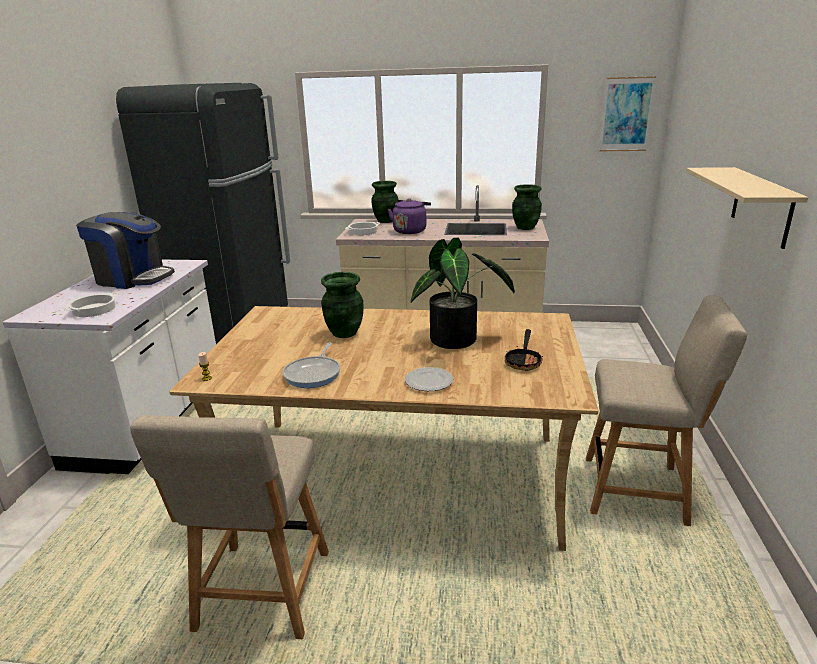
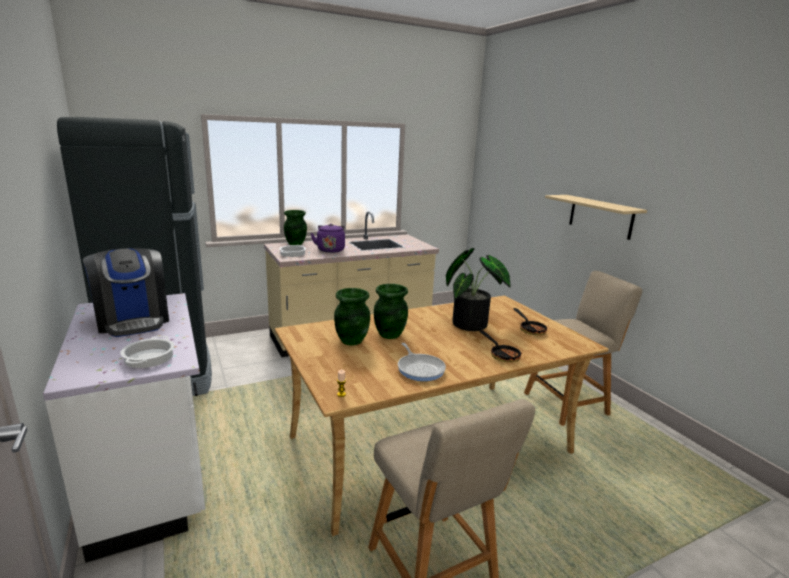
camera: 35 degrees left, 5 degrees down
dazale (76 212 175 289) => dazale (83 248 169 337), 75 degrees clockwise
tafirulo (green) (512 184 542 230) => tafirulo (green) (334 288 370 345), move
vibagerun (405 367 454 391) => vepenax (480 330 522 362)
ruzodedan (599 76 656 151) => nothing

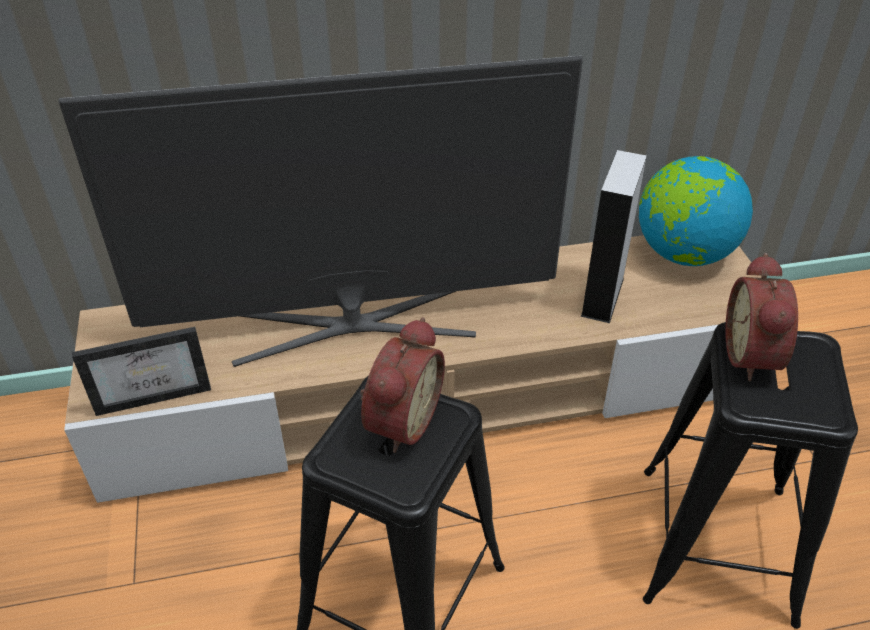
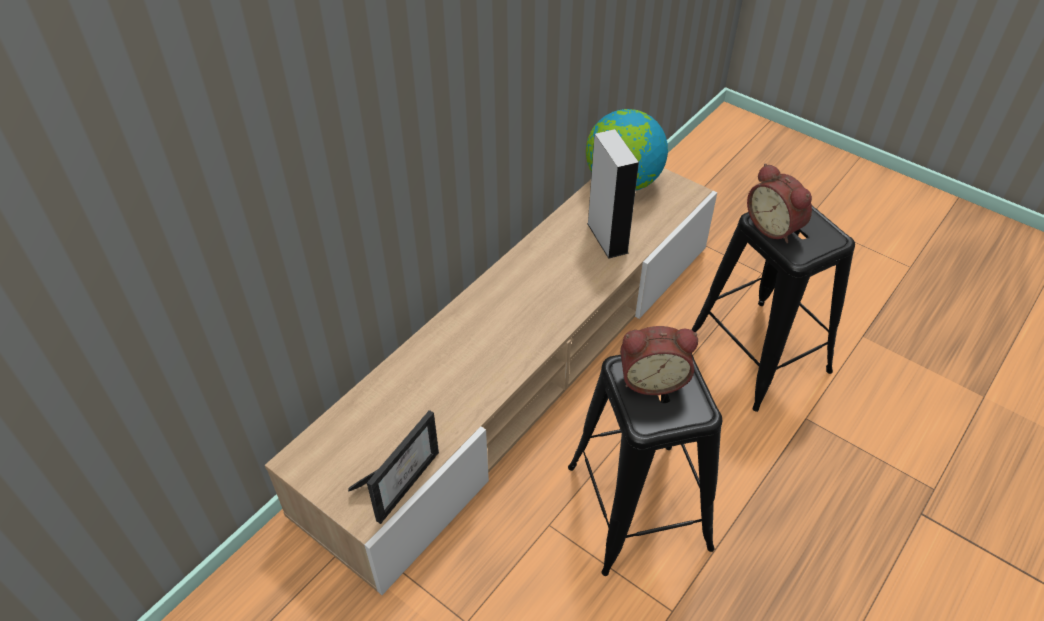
camera: 40 degrees left, 5 degrees up
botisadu (360 317 445 453) => botisadu (620 326 698 395), 105 degrees clockwise
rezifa (58 55 583 367) => nothing

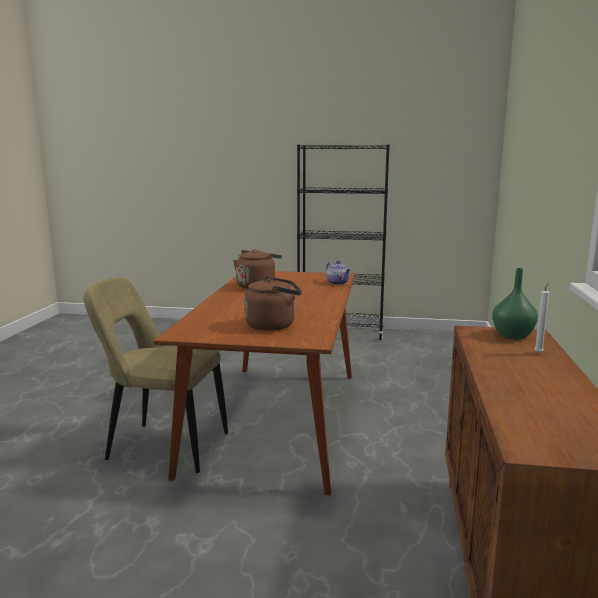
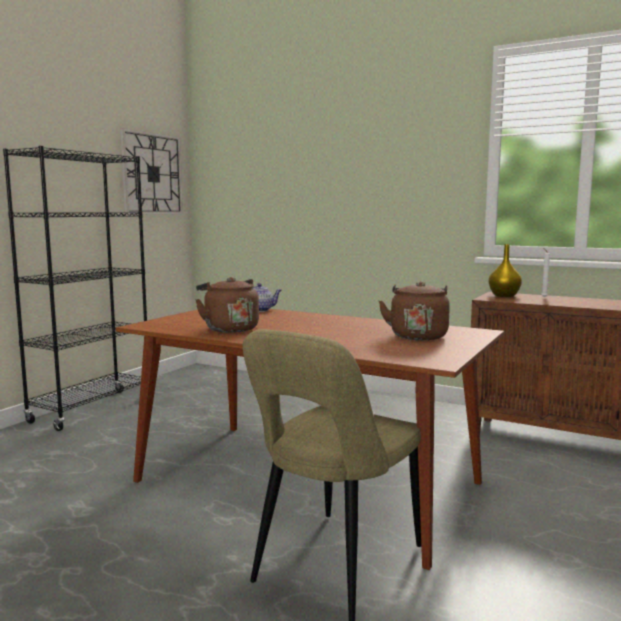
camera: 70 degrees left, 5 degrees down
nothing => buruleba (120 128 183 215)
tafirulo (green) (492 268 538 339) => tafirulo (yellow) (489 244 522 297)

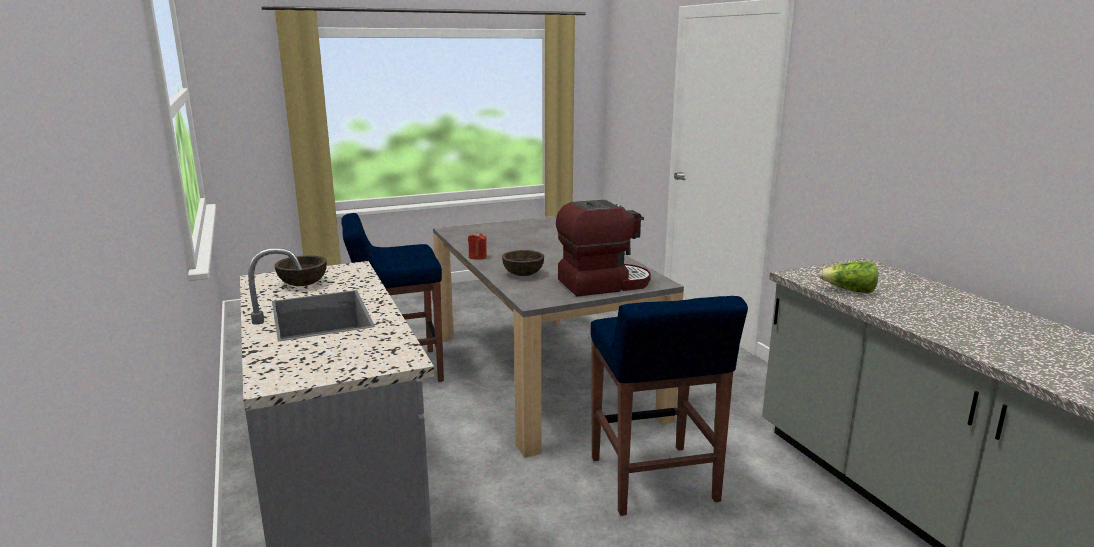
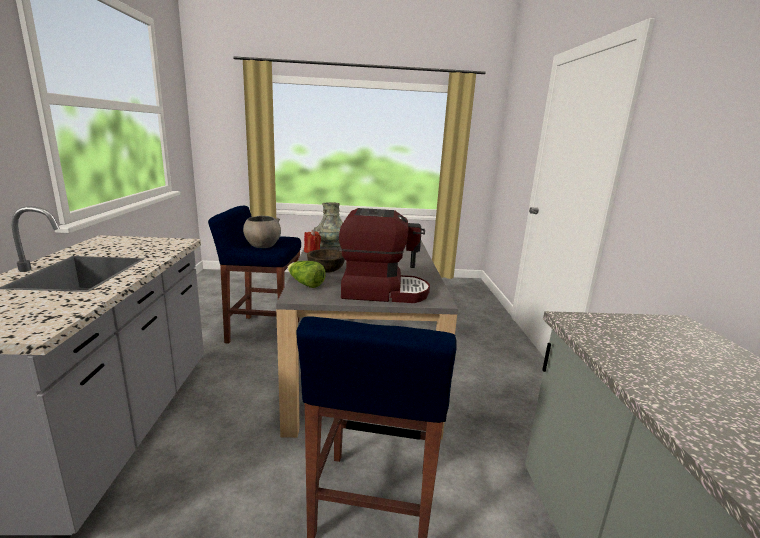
camera: 20 degrees right, 0 degrees up
nothing => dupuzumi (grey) (243 216 281 248)
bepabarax (819 262 878 293) => bepabarax (288 261 326 288), move
nothing => tafirulo (grey) (315 202 343 247)
dupuzumi (brown) (274 255 327 286) => nothing

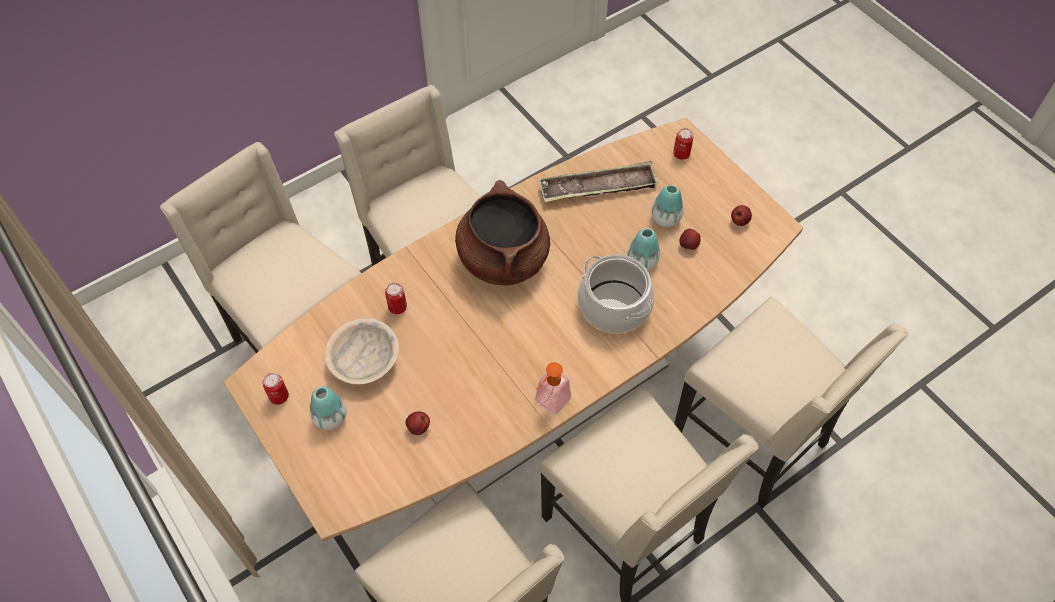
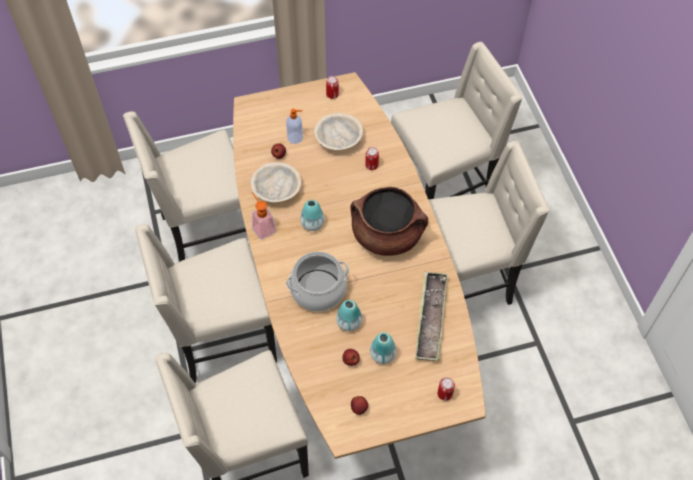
camera: 110 degrees right, 0 degrees up
nothing => dupuzumi (beige) (251 162 301 202)
nothing => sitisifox (286 109 303 144)
tafirulo (310 386 347 430) => tafirulo (300 200 324 231), move

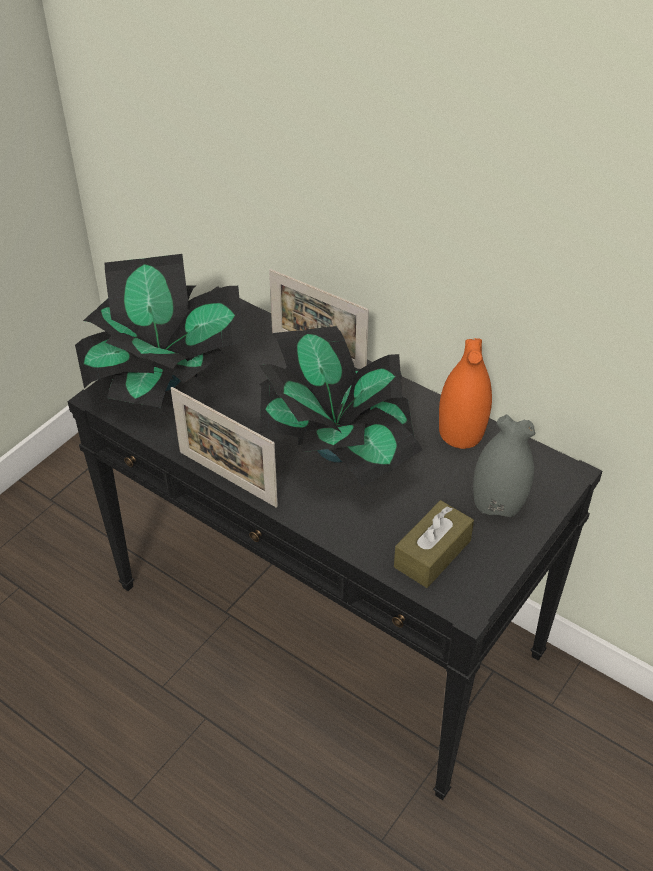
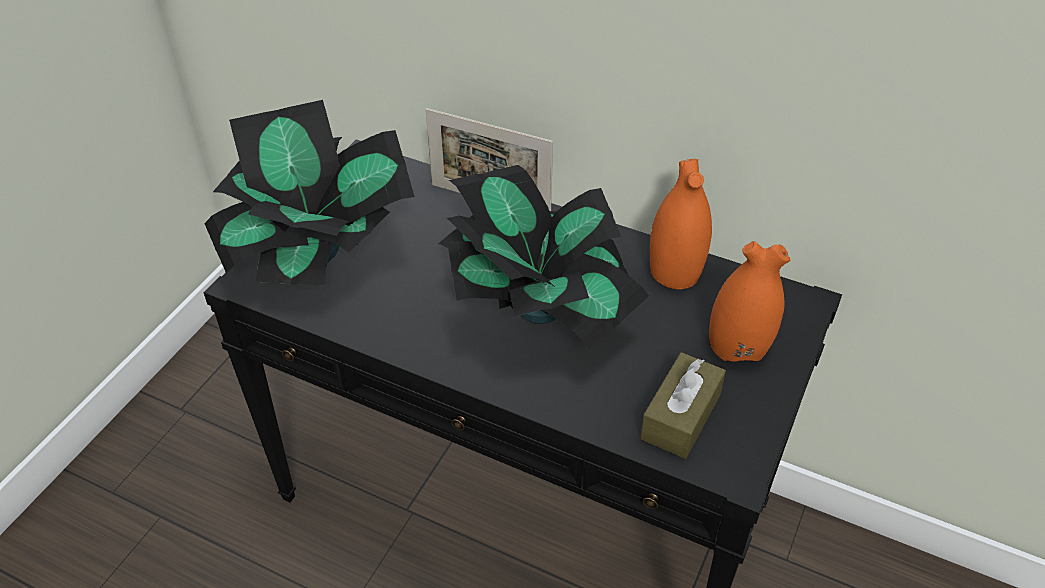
camera: 10 degrees left, 0 degrees up
tafirulo (grey) (473 415 536 517) => tafirulo (orange) (709 241 790 362)
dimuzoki (171 387 278 508) => nothing

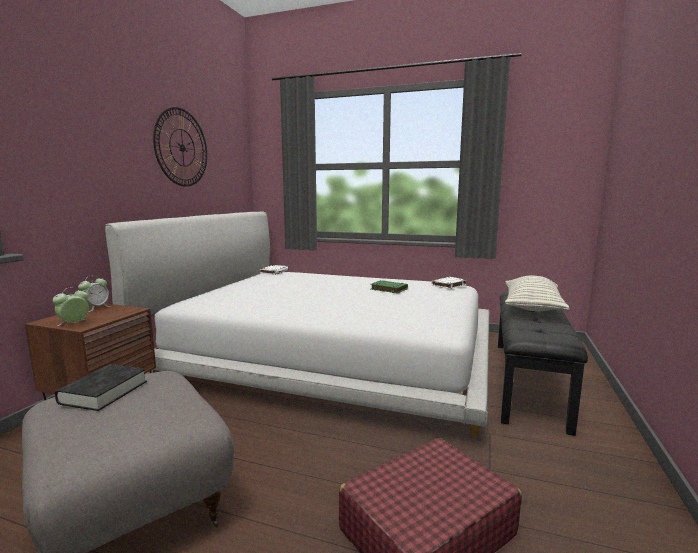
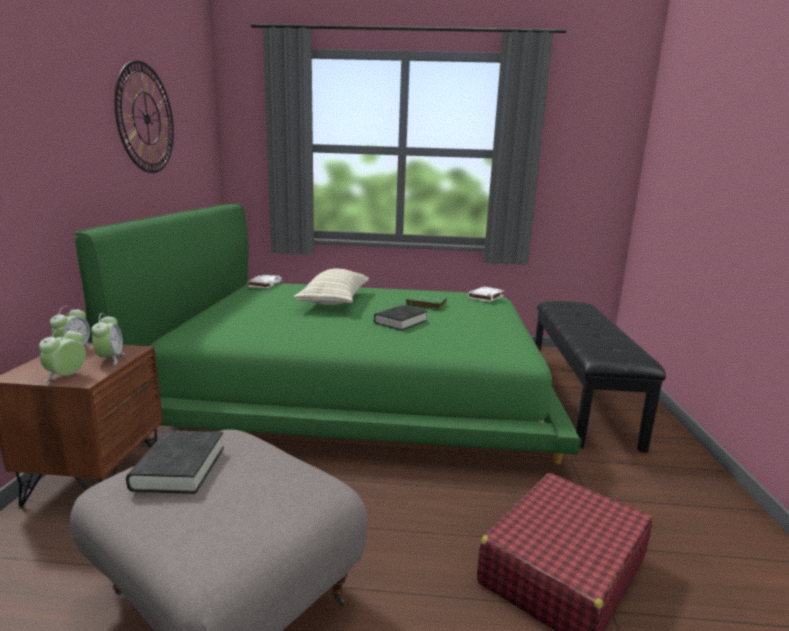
camera: 15 degrees left, 5 degrees up
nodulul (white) (105 211 490 436) => nodulul (green) (74 204 582 464)
nothing => botisadu (91 313 125 365)
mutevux (505 275 570 311) => mutevux (294 269 369 305), move
nothing => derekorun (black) (374 305 428 331)

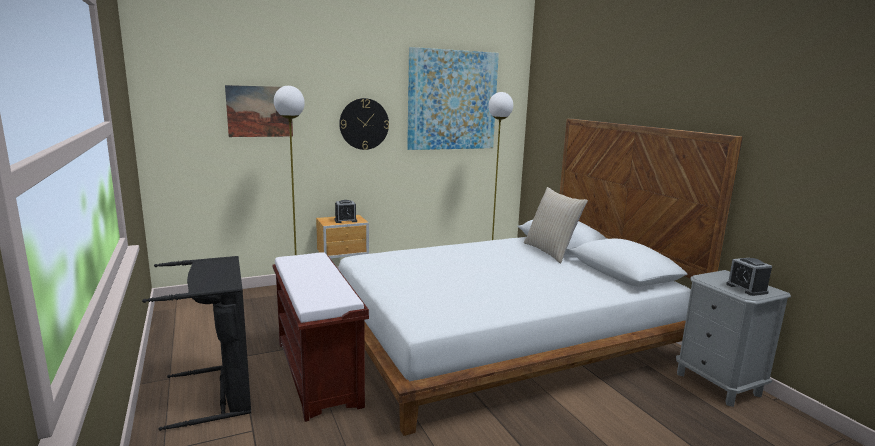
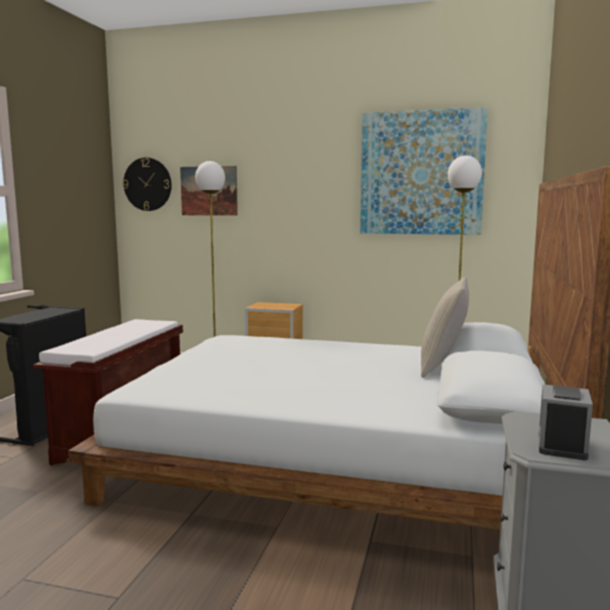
camera: 40 degrees right, 5 degrees down
buruleba (339 98 389 150) => buruleba (123 157 172 211), move
botisadu (335 200 357 223) => nothing

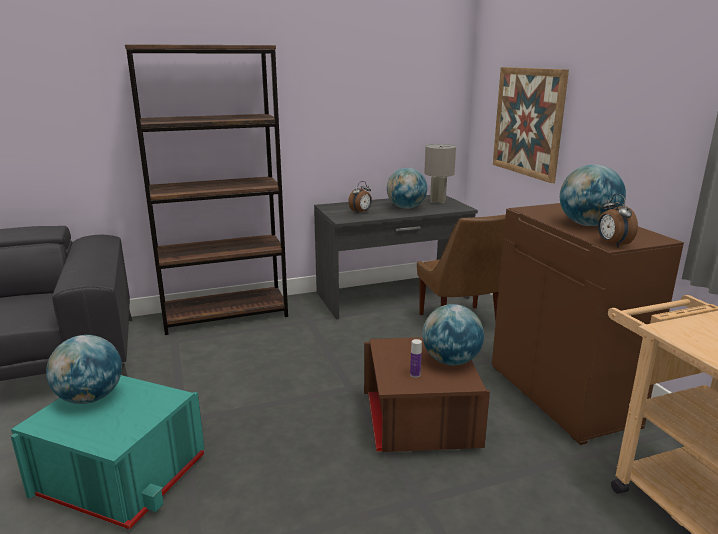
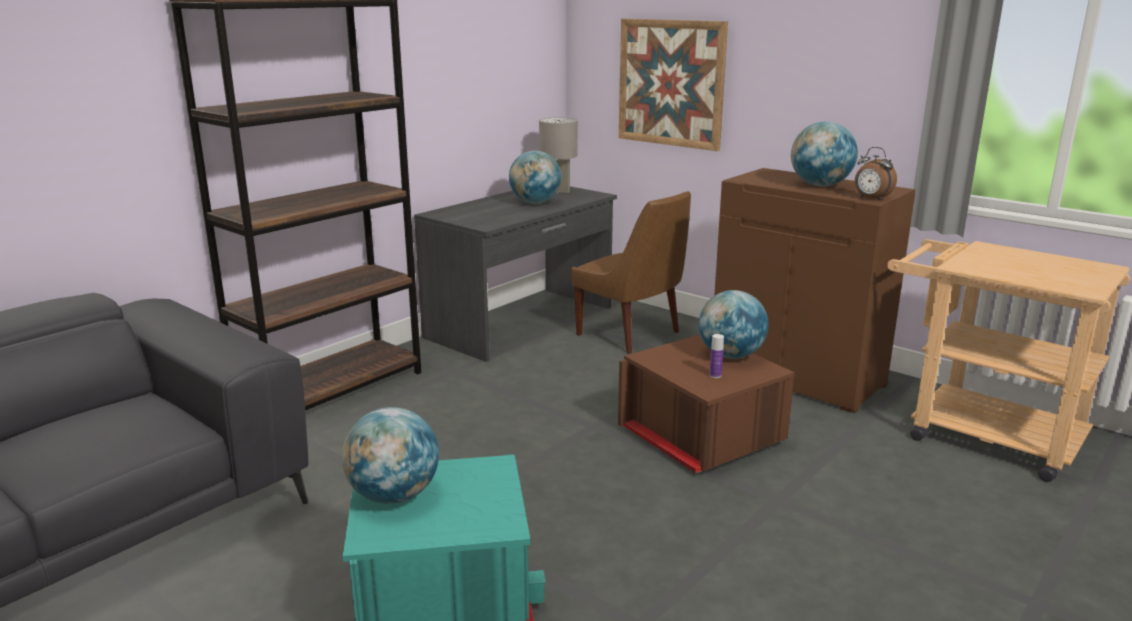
camera: 30 degrees left, 0 degrees up
botisadu (348 181 372 214) => nothing

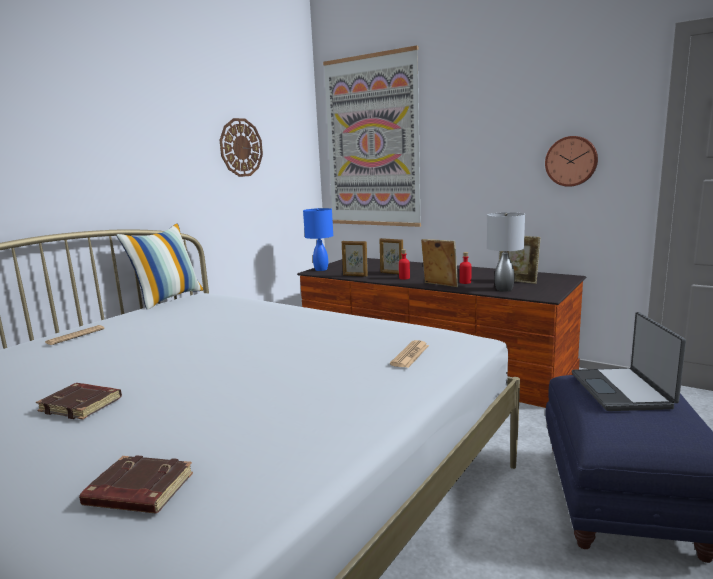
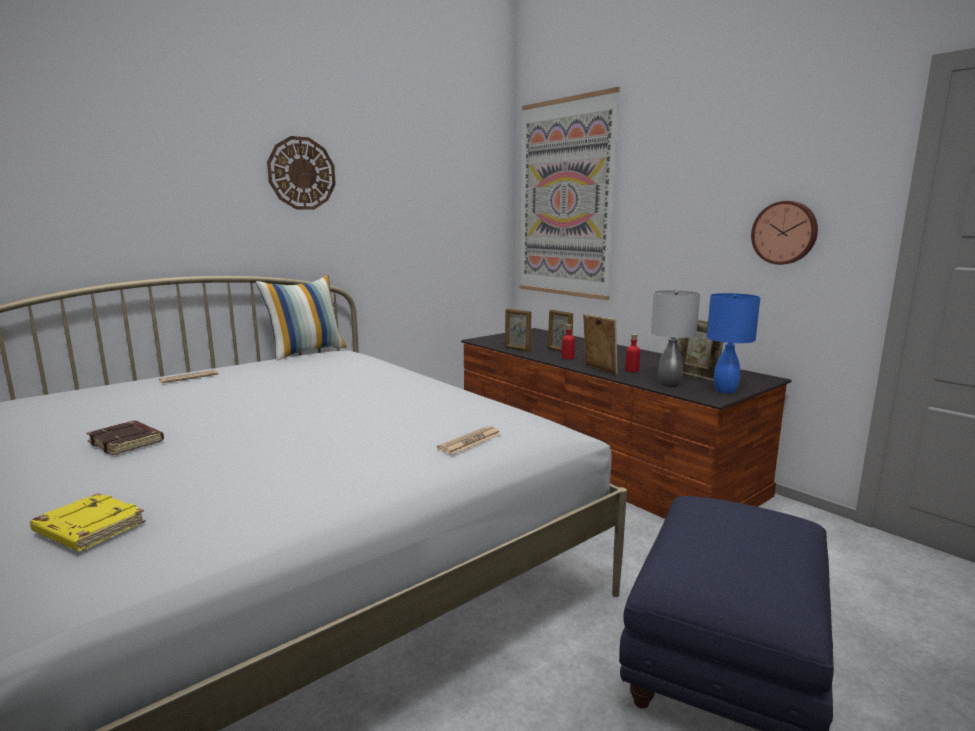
camera: 15 degrees right, 0 degrees up
derekorun (brown) (79 455 193 514) => derekorun (yellow) (30 493 146 551)
buruleba (219 118 263 177) => buruleba (267 136 336 210), move
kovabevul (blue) (303 208 333 271) => kovabevul (blue) (707 293 760 393), move
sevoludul (572 312 686 411) => nothing

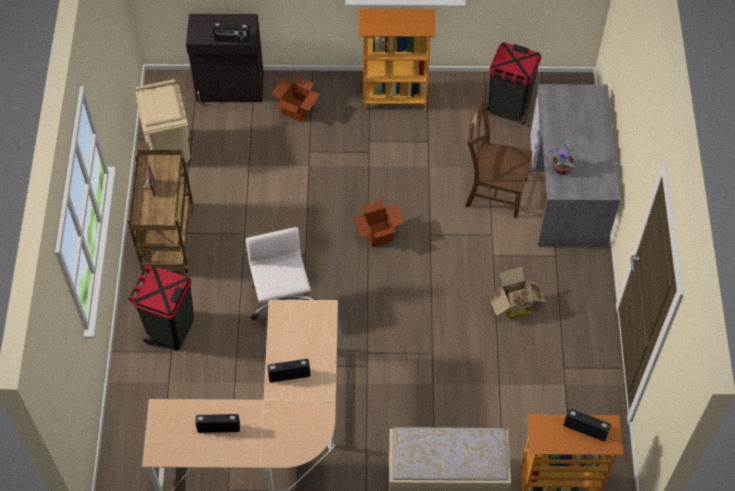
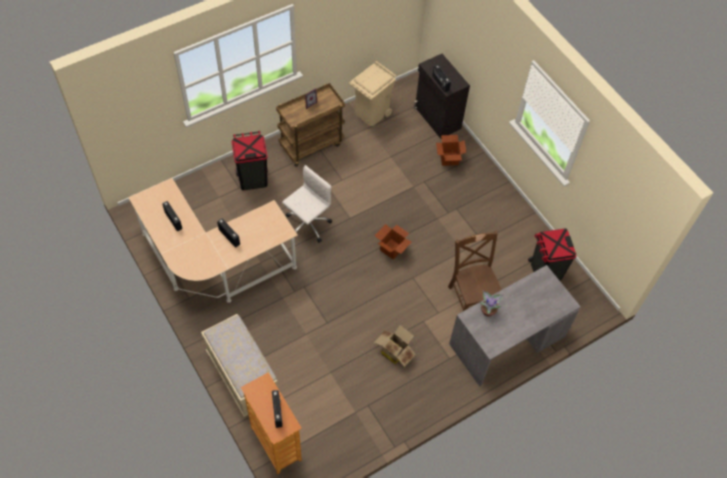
camera: 55 degrees right, 0 degrees up
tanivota (359 9 436 111) => nothing

